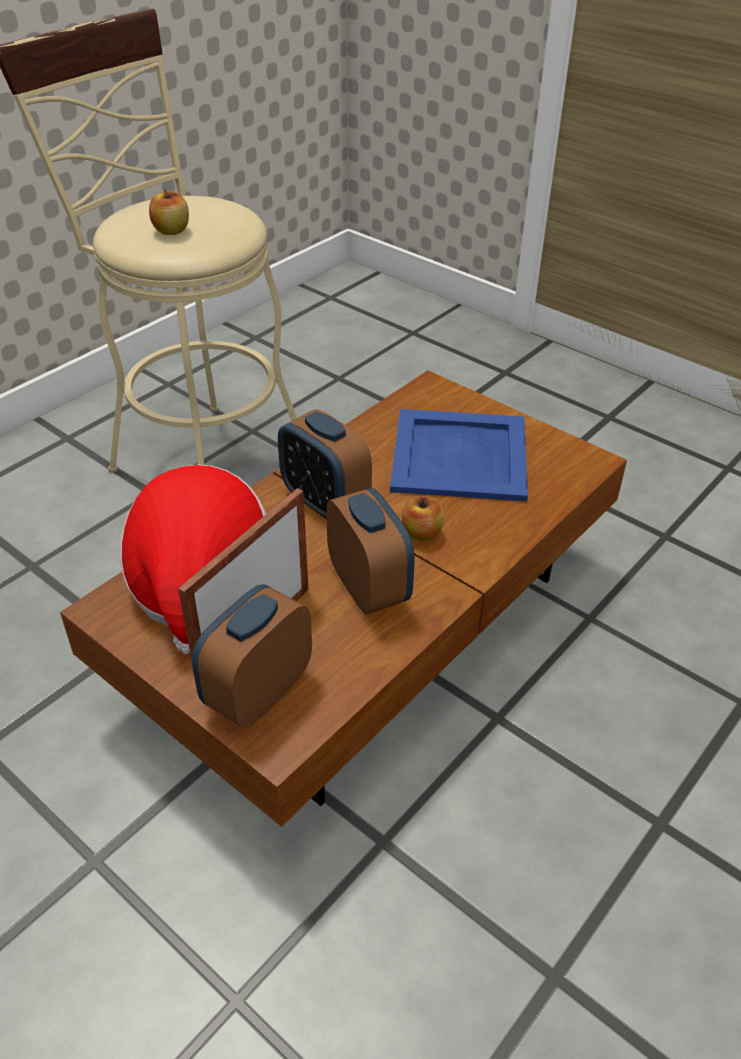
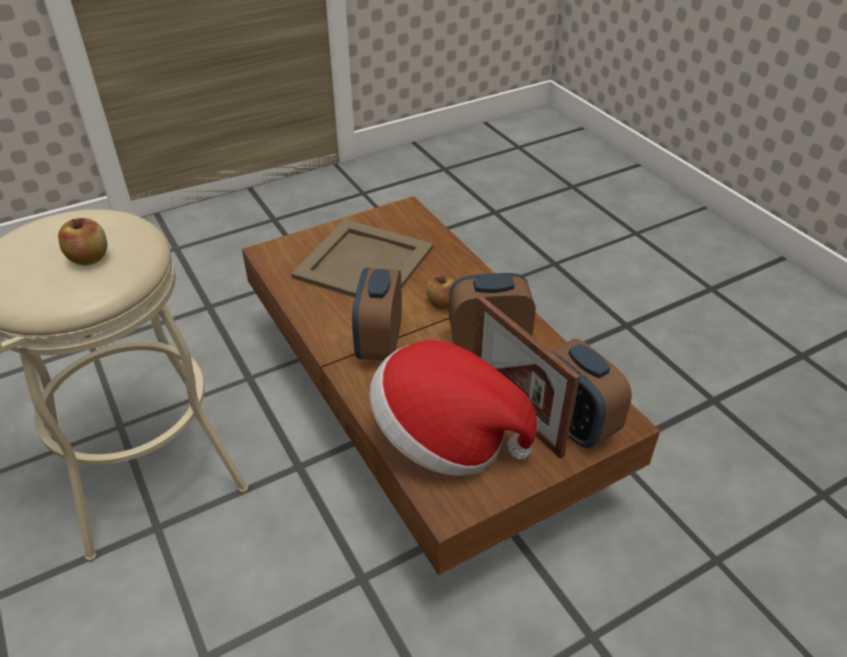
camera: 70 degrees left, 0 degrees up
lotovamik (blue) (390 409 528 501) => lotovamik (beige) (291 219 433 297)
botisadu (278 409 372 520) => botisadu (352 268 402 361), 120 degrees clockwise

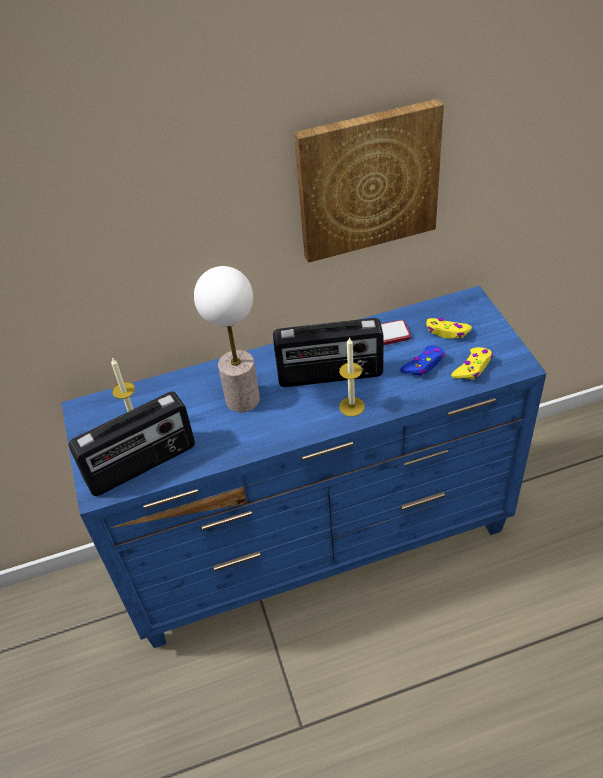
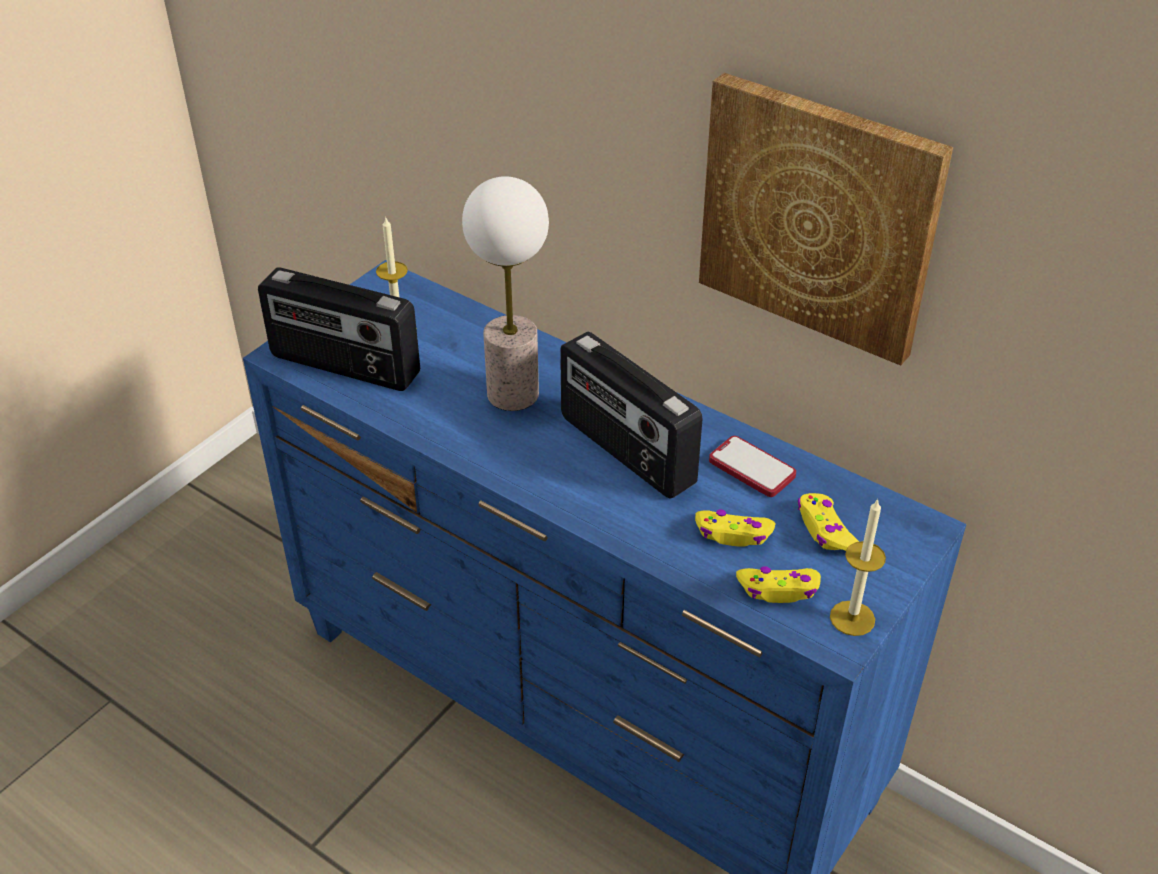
camera: 50 degrees right, 5 degrees down
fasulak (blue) (400 345 445 376) => fasulak (yellow) (695 509 776 547)
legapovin (339 337 365 416) => legapovin (830 498 886 636), move

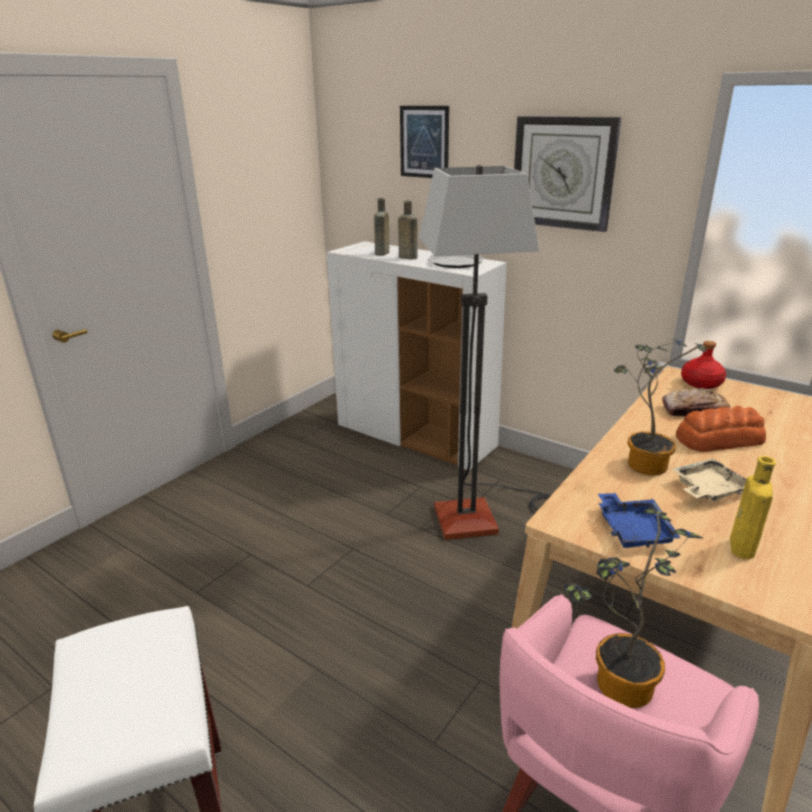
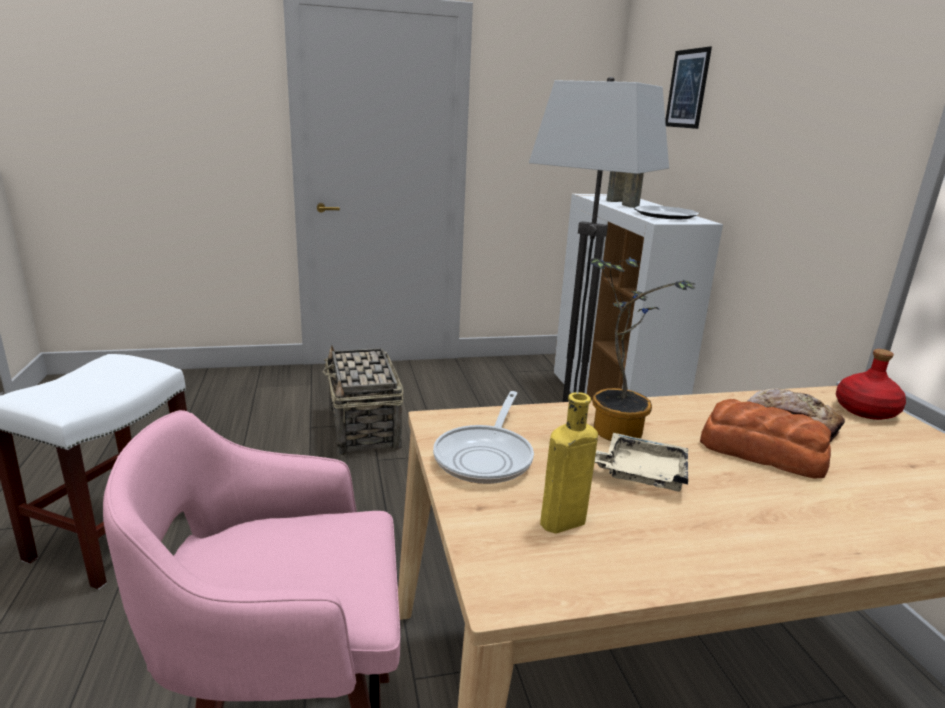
camera: 40 degrees right, 5 degrees down
nothing => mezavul (322 345 404 455)
lotovamik (blue) (598 493 681 548) => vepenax (433 391 534 484)
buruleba (514 116 621 232) => nothing
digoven (564 508 703 708) => nothing

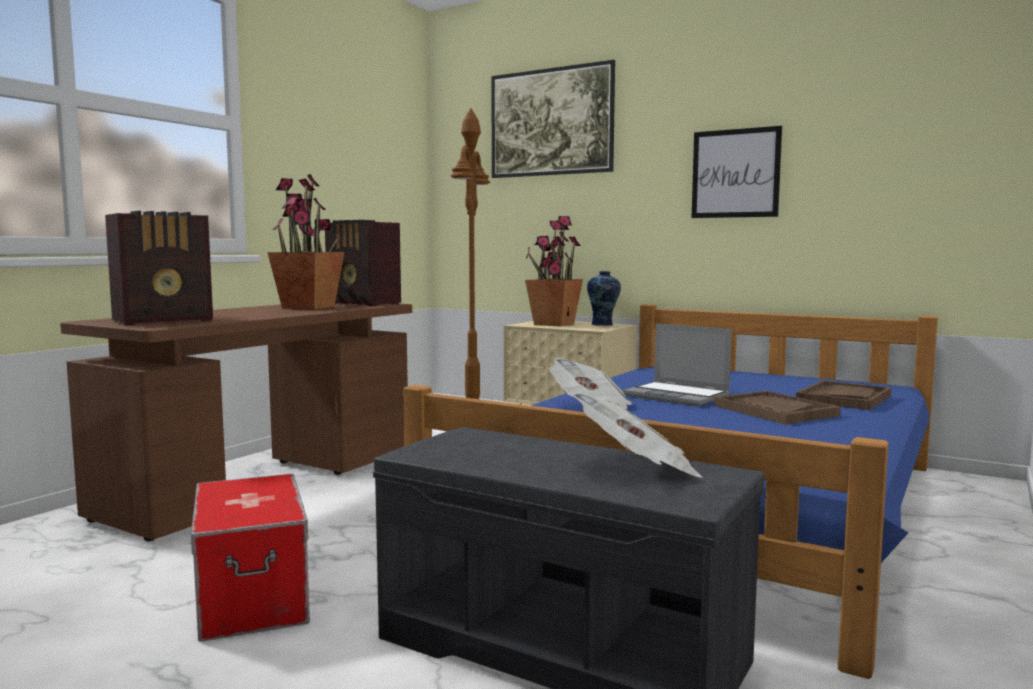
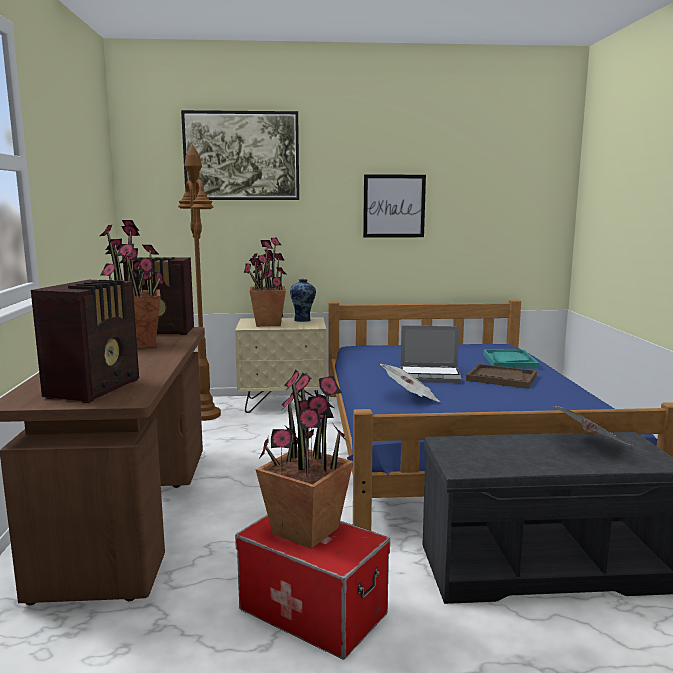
camera: 35 degrees left, 5 degrees up
nothing => digoven (256 369 354 549)
lotovamik (brown) (796 380 891 410) => lotovamik (turquoise) (483 349 539 369)

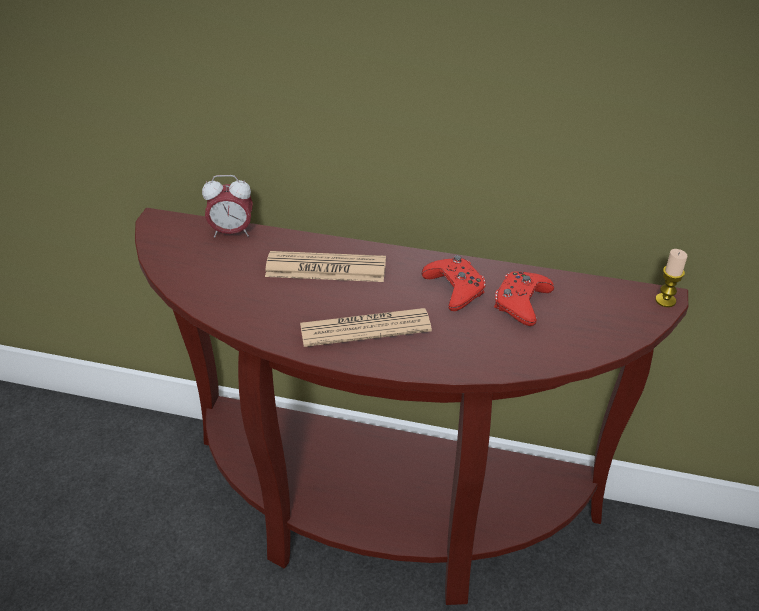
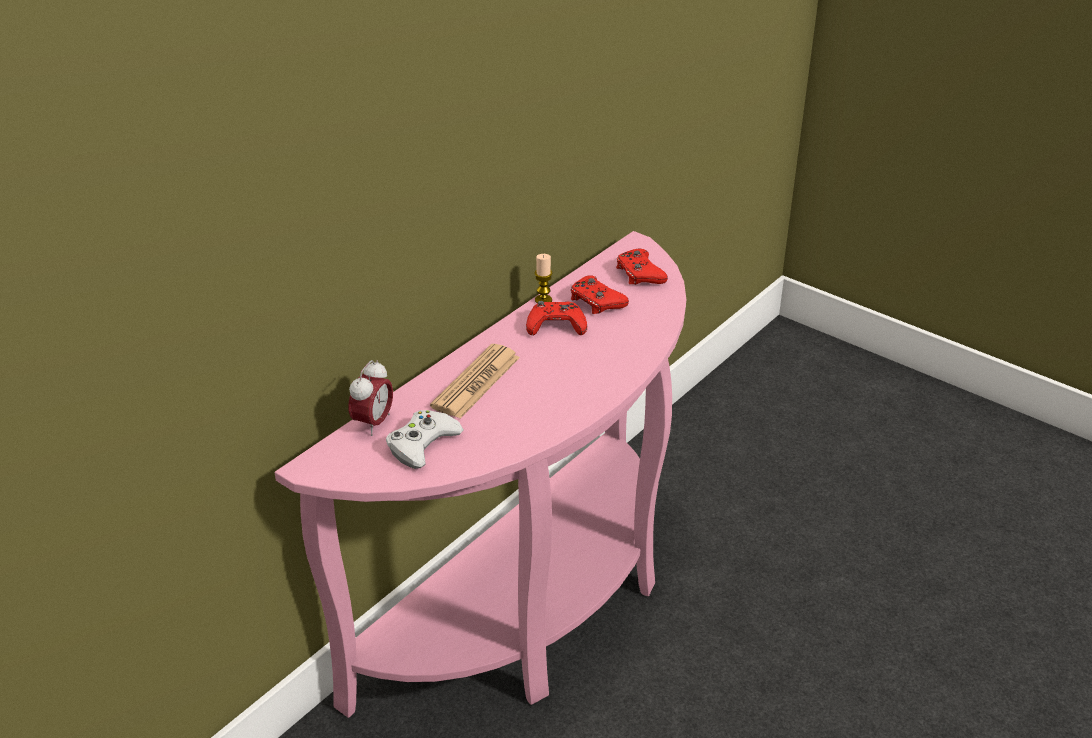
camera: 65 degrees left, 5 degrees down
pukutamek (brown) (135 208 688 605) => pukutamek (pink) (275 231 686 718)
nothing => fasulak (white) (386 410 464 469)
legapovin (655 249 687 307) => legapovin (535 254 553 304), move
nothing => fasulak (red) (616 248 668 285)
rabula (300 308 432 347) => nothing

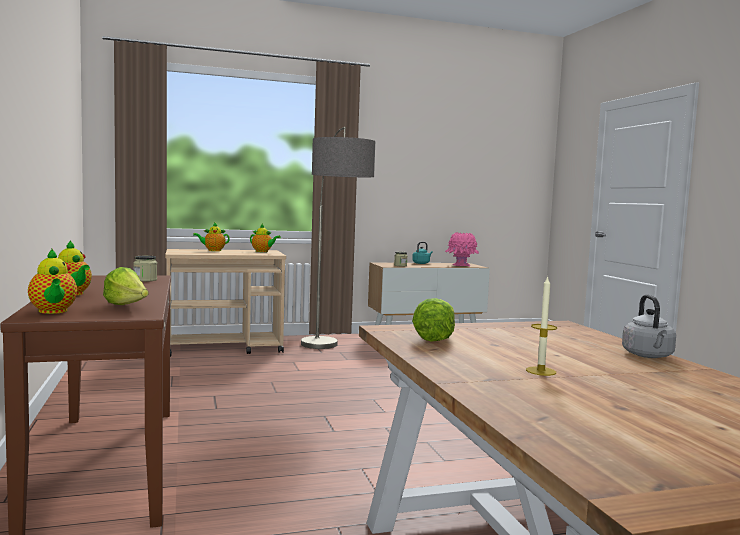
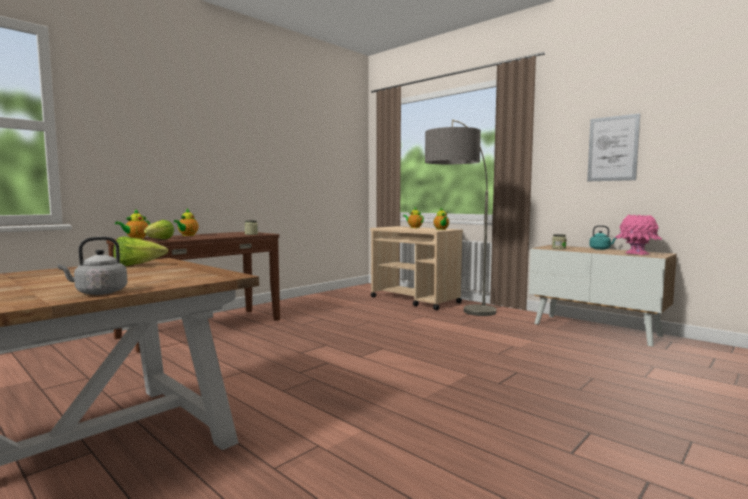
camera: 60 degrees right, 0 degrees up
nothing => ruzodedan (587 113 640 181)
legapovin (526 276 557 376) => nothing

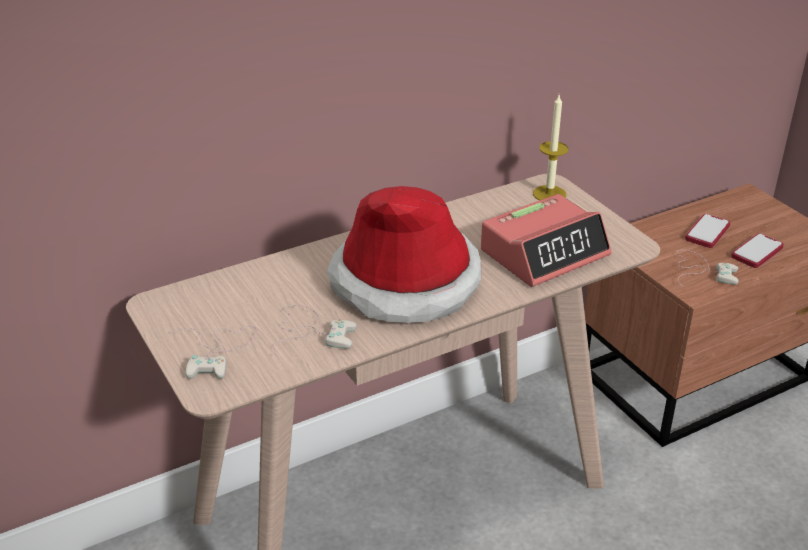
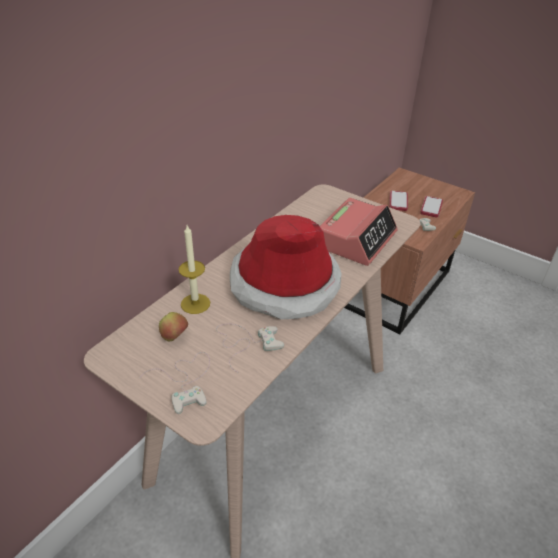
camera: 25 degrees left, 5 degrees up
nothing => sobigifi (159 312 188 342)
legapovin (533 95 569 200) => legapovin (178 225 210 314), move

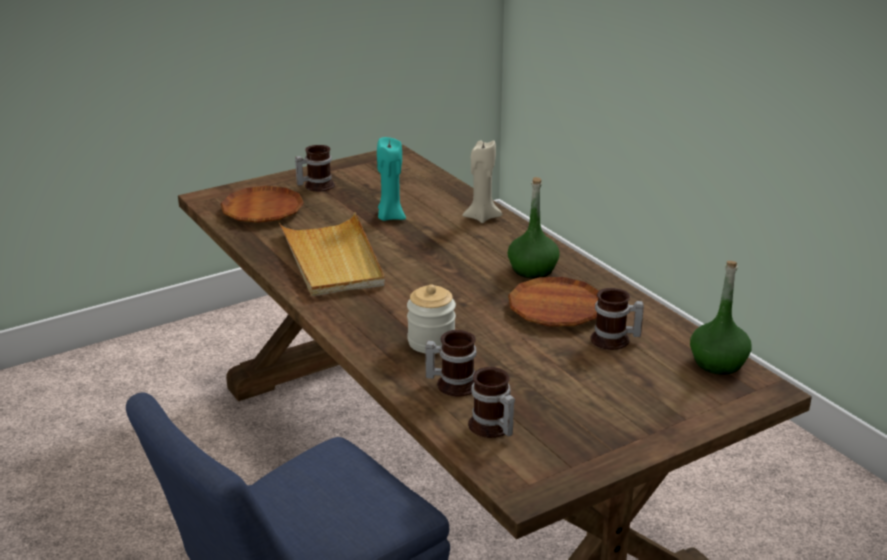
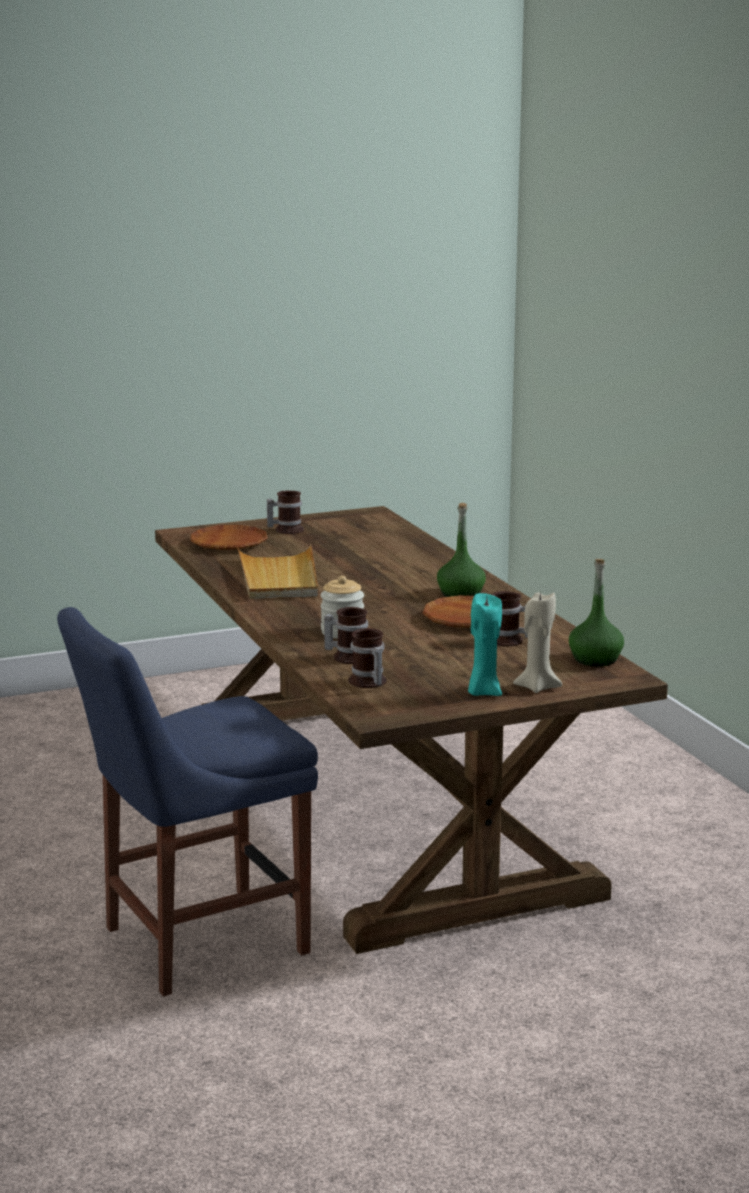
camera: 10 degrees right, 10 degrees down
legapovin (turquoise) (377 137 406 221) => legapovin (turquoise) (468 593 502 696), move
legapovin (beige) (462 140 502 223) => legapovin (beige) (513 591 562 693), move

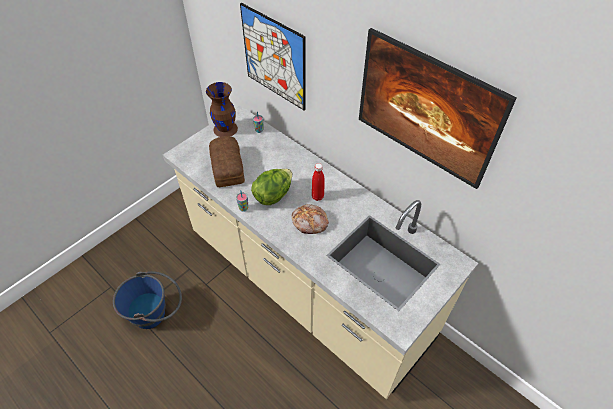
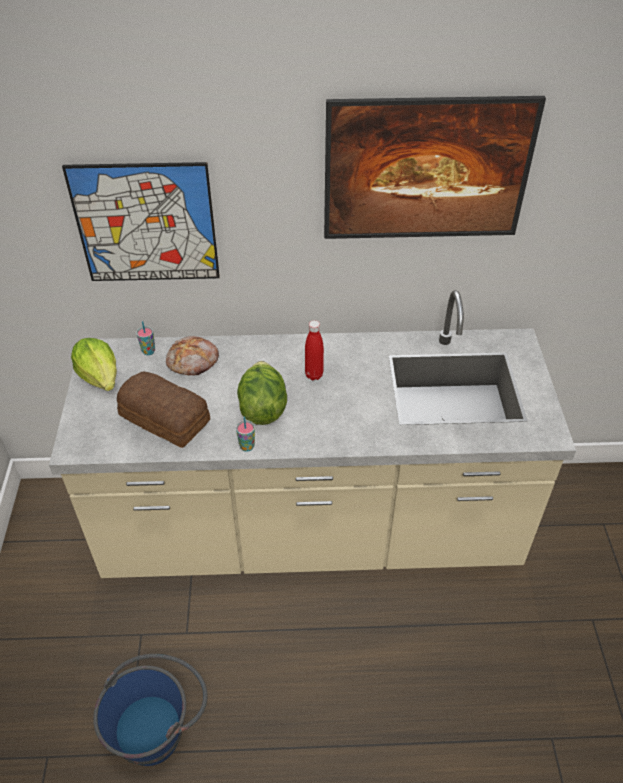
camera: 45 degrees left, 5 degrees down
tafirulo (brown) (206 82 238 137) => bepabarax (71 338 117 391)
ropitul (292 204 329 234) => ropitul (166 336 219 375), move

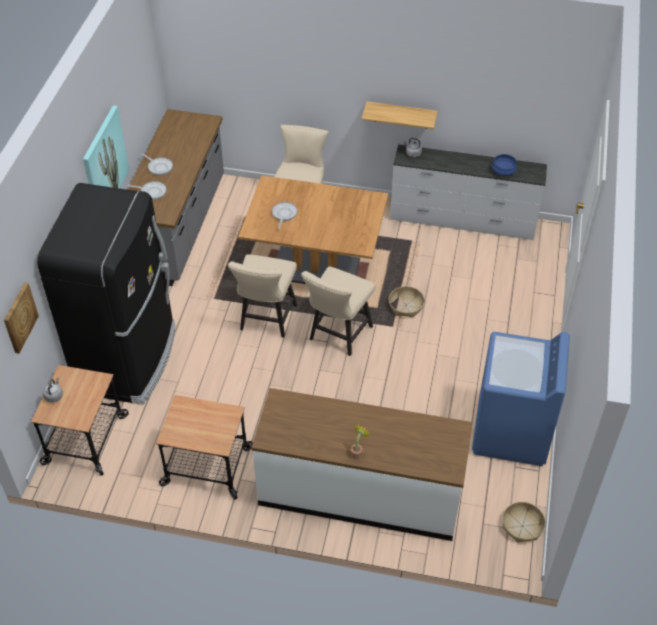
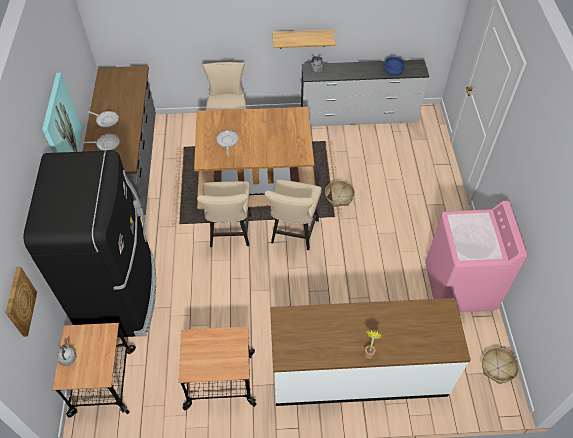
camera: 15 degrees left, 5 degrees up
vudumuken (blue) (472 332 570 466) => vudumuken (pink) (425 201 527 313)

